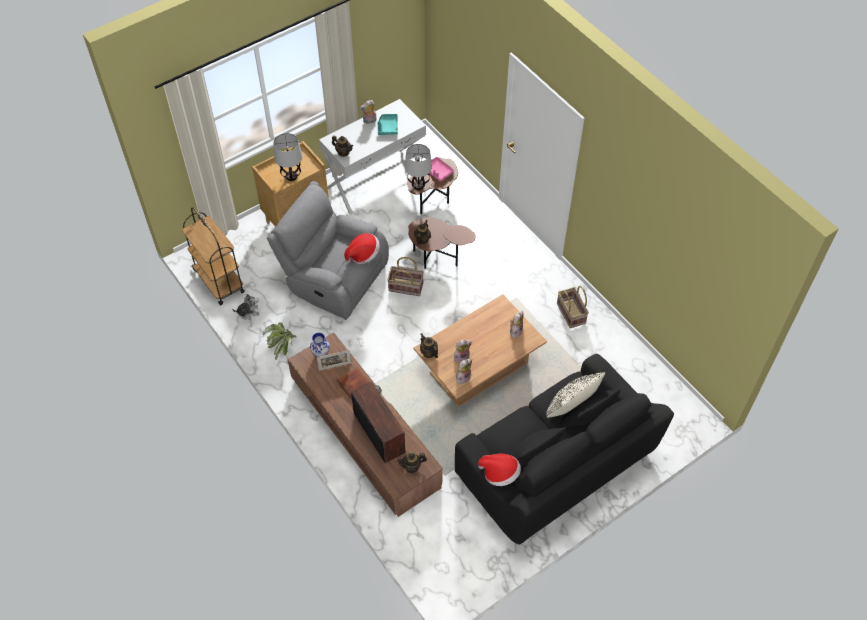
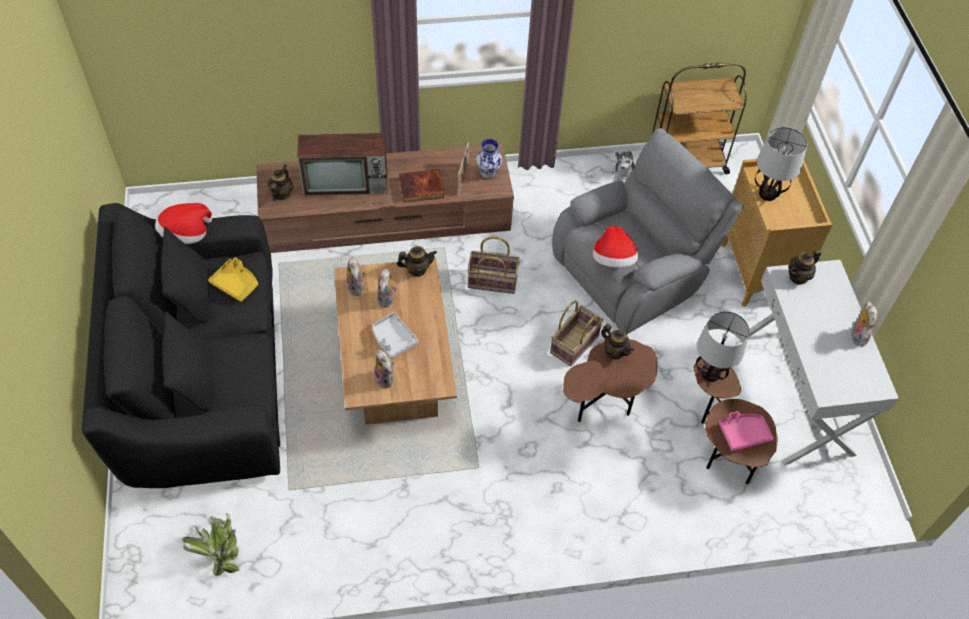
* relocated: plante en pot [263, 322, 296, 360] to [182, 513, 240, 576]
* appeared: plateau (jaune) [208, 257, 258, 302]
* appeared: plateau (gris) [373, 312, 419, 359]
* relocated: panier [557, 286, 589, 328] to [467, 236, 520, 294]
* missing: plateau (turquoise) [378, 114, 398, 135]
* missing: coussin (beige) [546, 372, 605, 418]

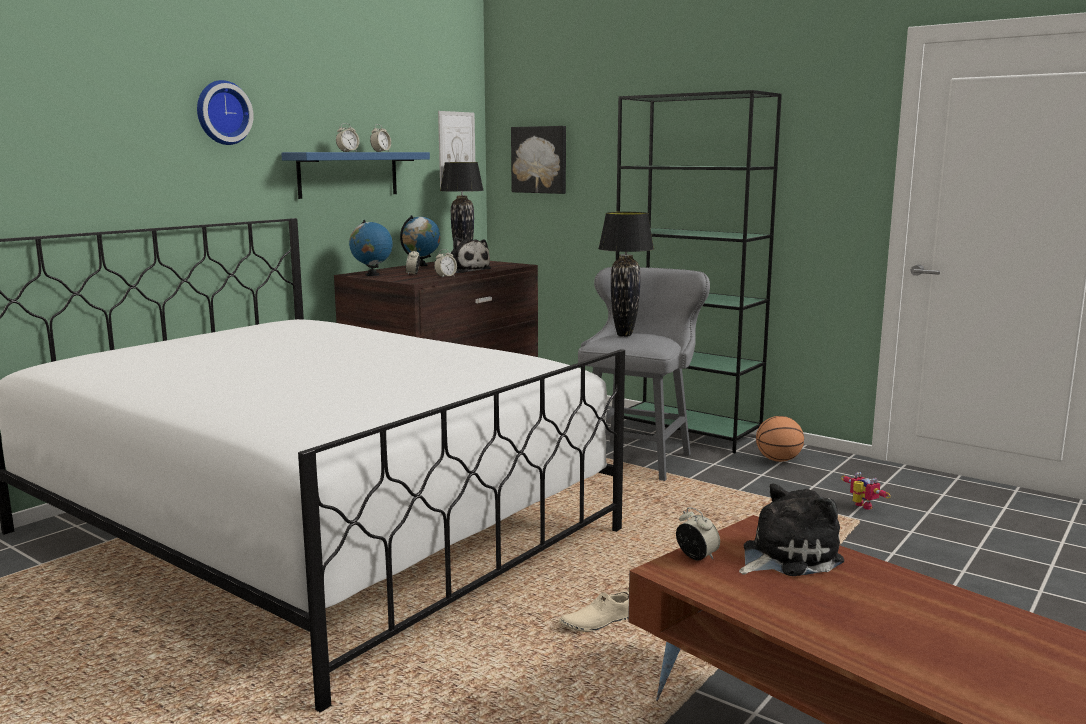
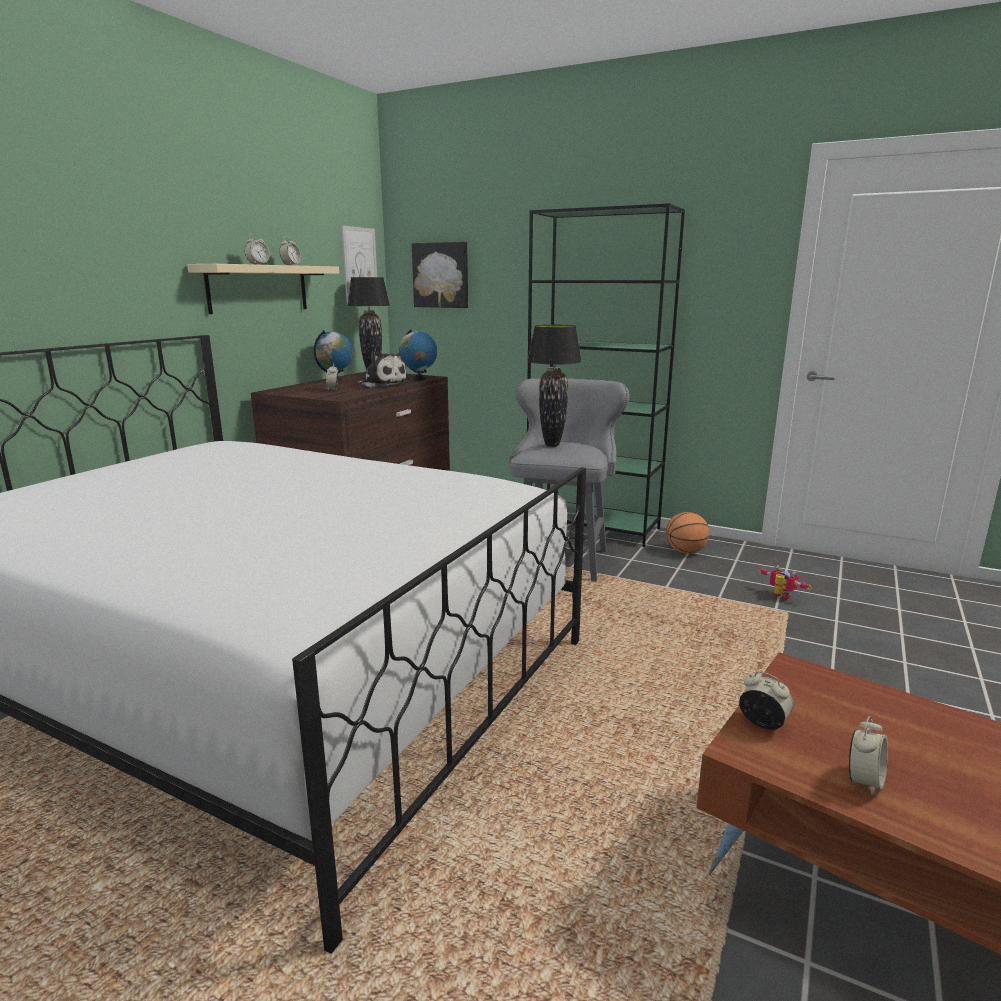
* colour: étagère (bleu) [281, 152, 430, 199] to étagère (beige) [187, 264, 339, 314]
* relocated: globe [349, 220, 393, 276] to [399, 329, 437, 380]
* relocated: réveil [434, 249, 457, 278] to [849, 716, 888, 796]
* missing: horloge murale [197, 80, 254, 145]
* missing: chaussure (beige) [559, 588, 629, 632]
* missing: peluche [739, 483, 844, 576]

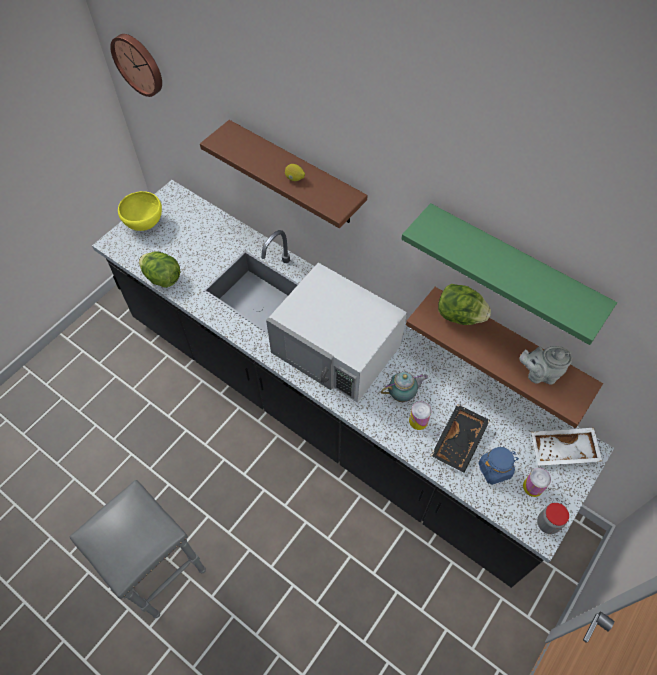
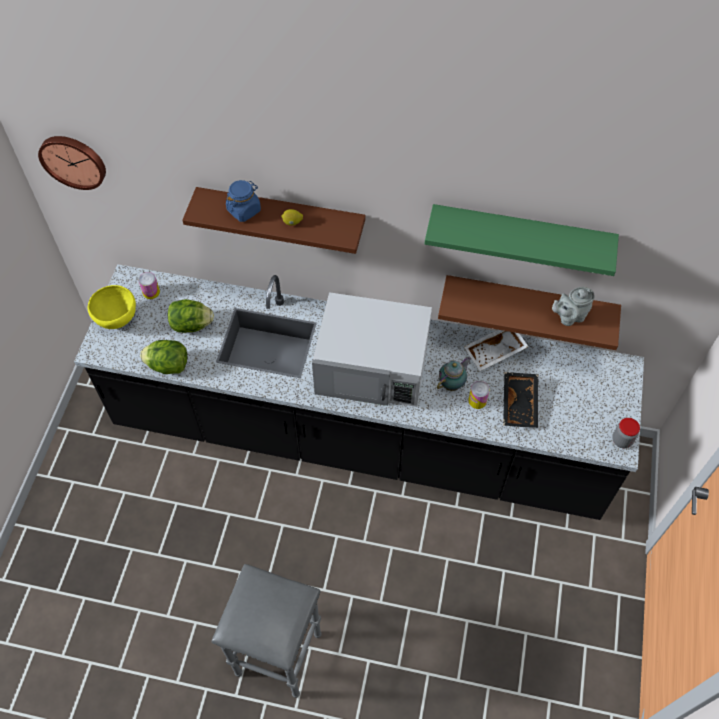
* relocated: boîte métallique [523, 468, 551, 497] to [138, 272, 160, 299]
* relocated: laitue [438, 284, 491, 325] to [168, 299, 214, 333]
* relocated: bocal (bleu) [478, 447, 519, 485] to [226, 180, 261, 222]
* relocated: plateau (blanc) [531, 428, 603, 466] to [464, 330, 529, 371]

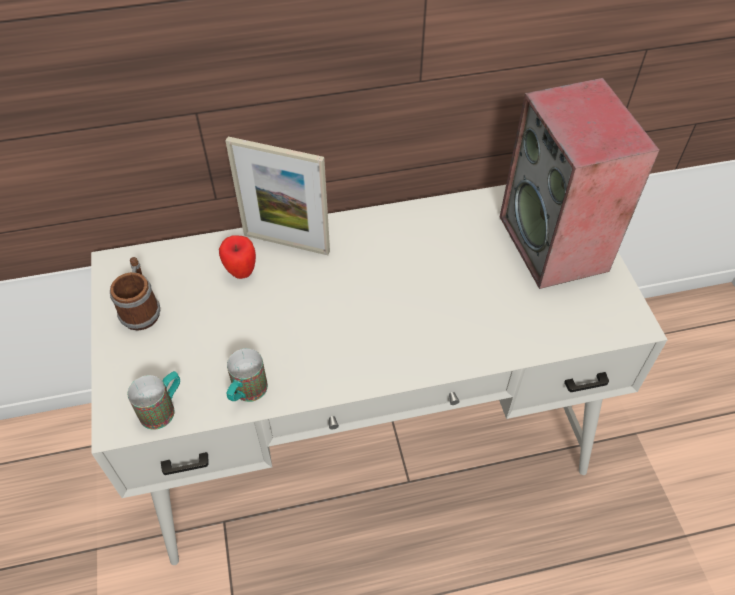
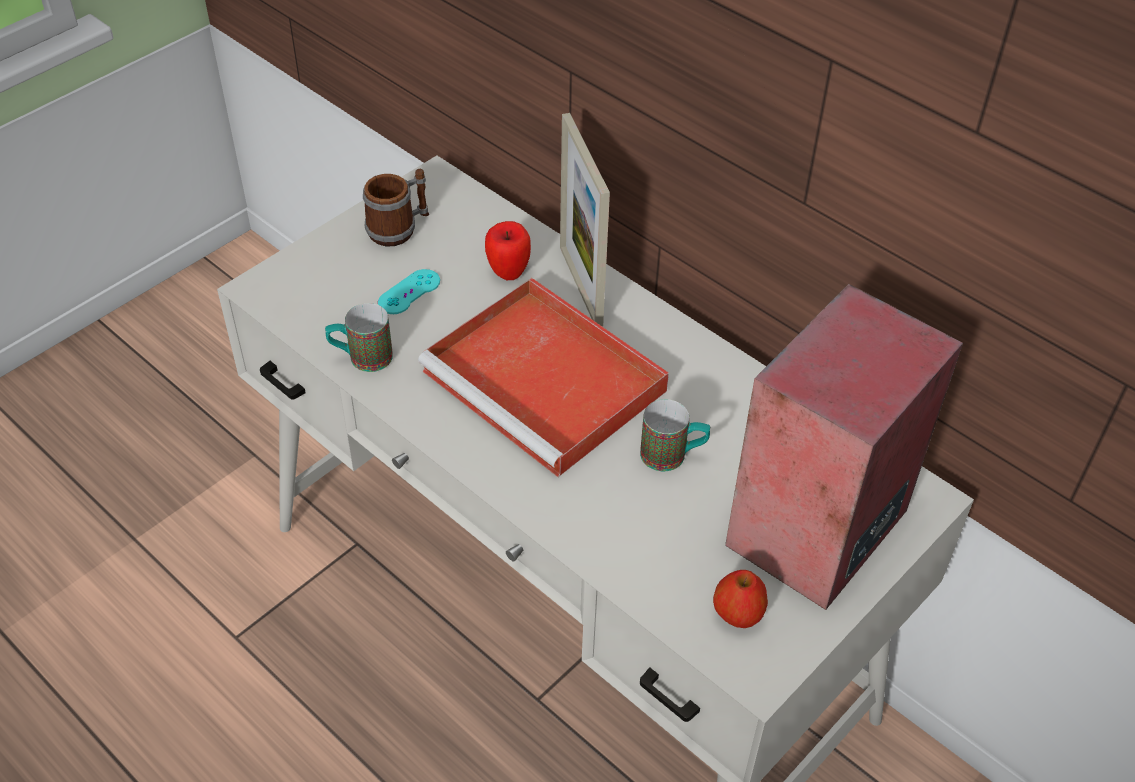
* appeared: manette (turquoise) [378, 269, 440, 314]
* appeared: plateau (rouge) [418, 278, 669, 477]
* relocated: mug [128, 371, 180, 430] to [640, 399, 710, 471]
* appeared: pomme [713, 570, 768, 628]

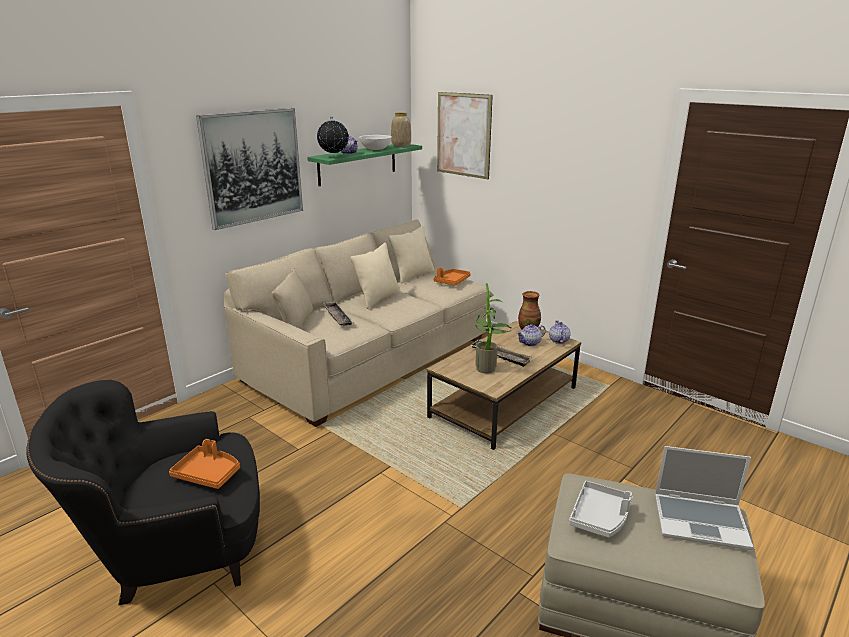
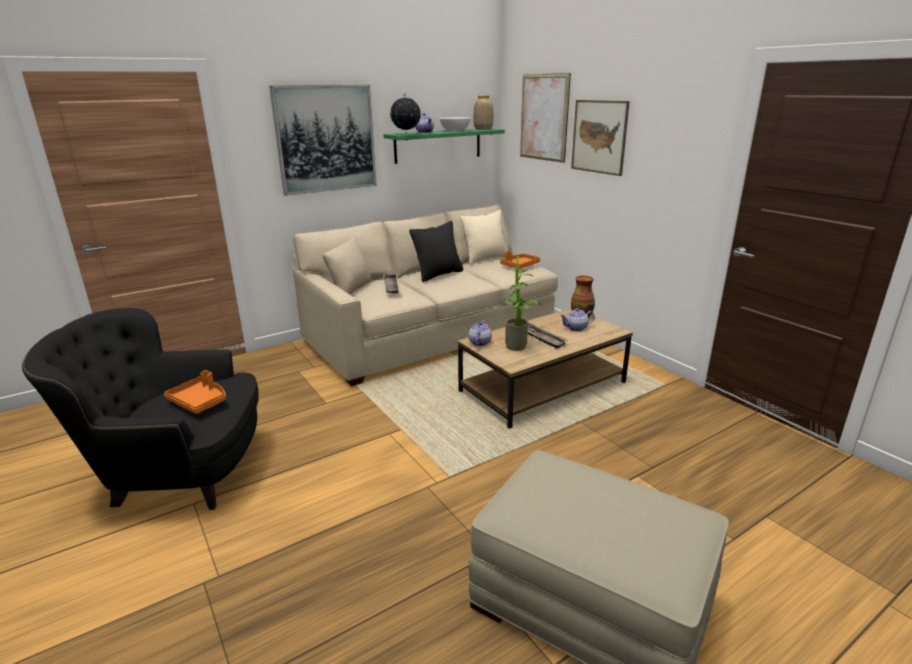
* colour: coussin (beige) [351, 243, 401, 309] to coussin (noir) [409, 221, 463, 282]
* relocated: théière [549, 320, 571, 344] to [469, 321, 492, 346]
* appeared: tableau [571, 100, 630, 176]
* missing: plateau (gris) [569, 481, 633, 538]
* missing: ordinateur portable [655, 446, 753, 550]

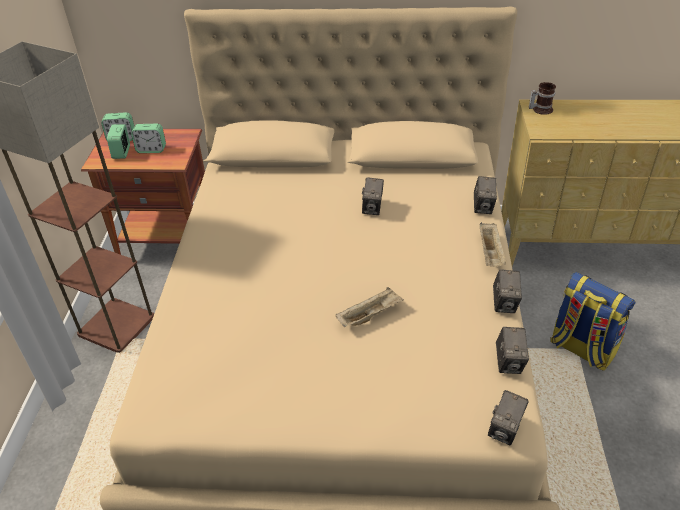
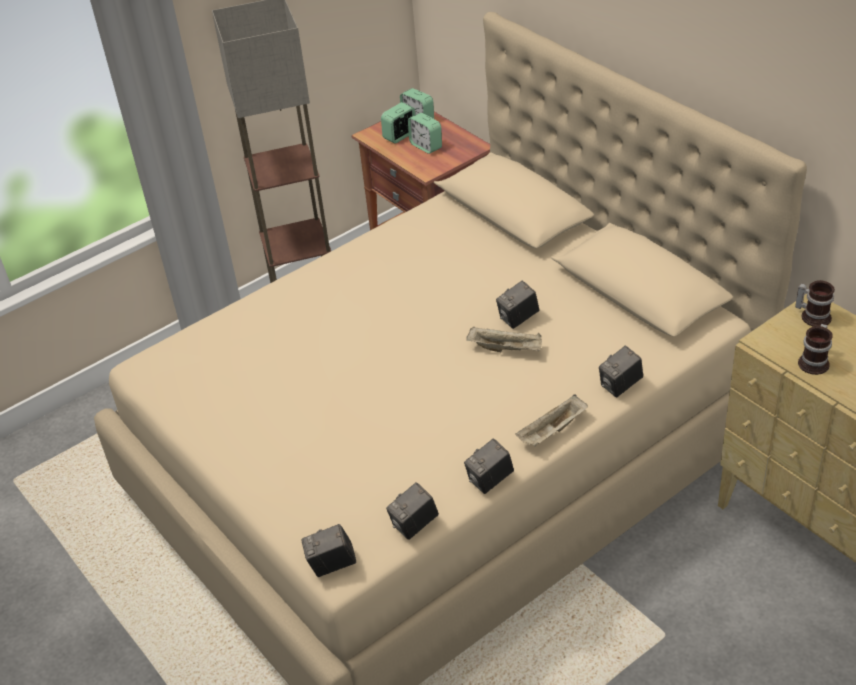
* relocated: plateau (beige) [336, 287, 404, 327] to [466, 326, 542, 352]
* appeared: mug [798, 324, 833, 375]
* missing: sac à dos [550, 272, 636, 371]

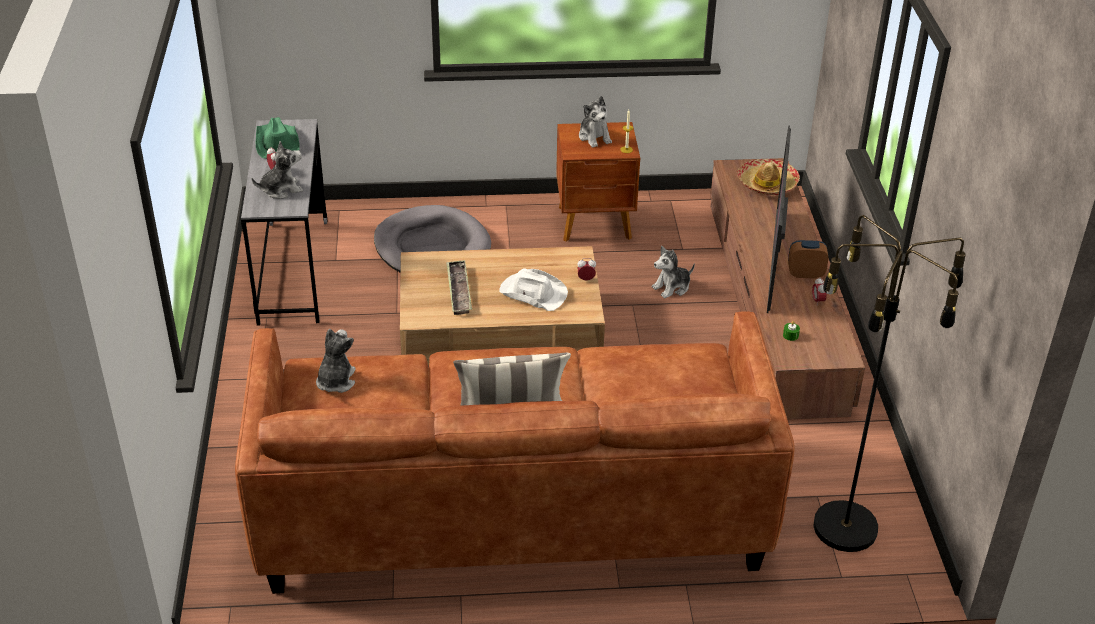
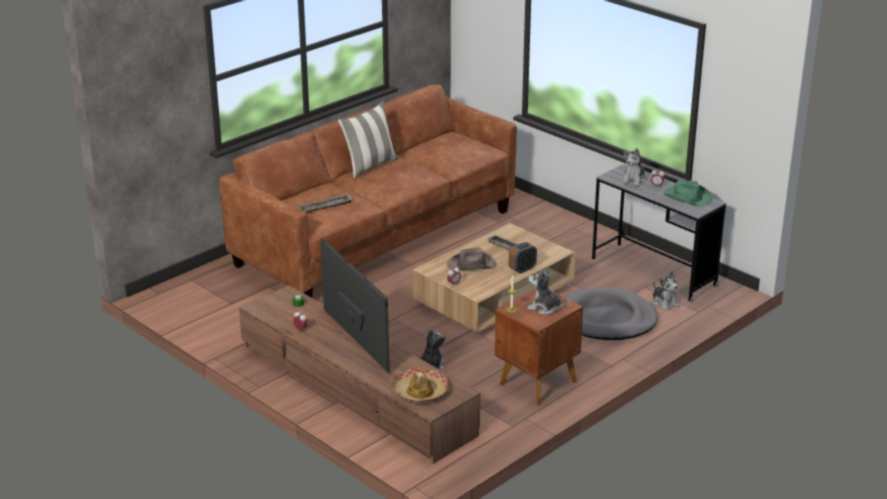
* appeared: plateau [297, 193, 352, 213]
* colour: chapeau (blanc) [499, 268, 568, 311] to chapeau (marron) [447, 247, 496, 271]
* relocated: réveil [788, 240, 828, 279] to [509, 242, 537, 274]
* relocated: peluche [316, 329, 355, 393] to [652, 271, 680, 311]
* missing: lampadaire [813, 215, 966, 552]

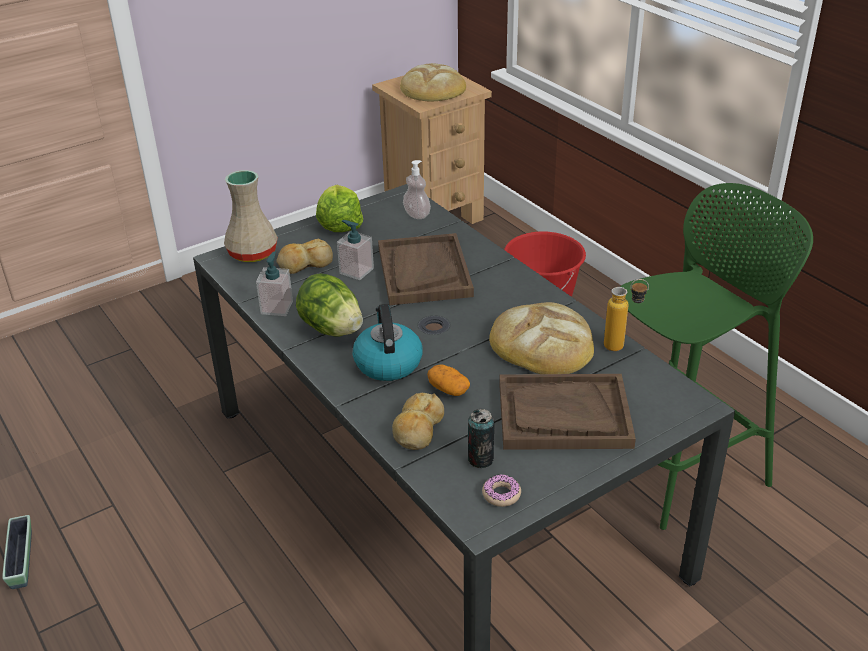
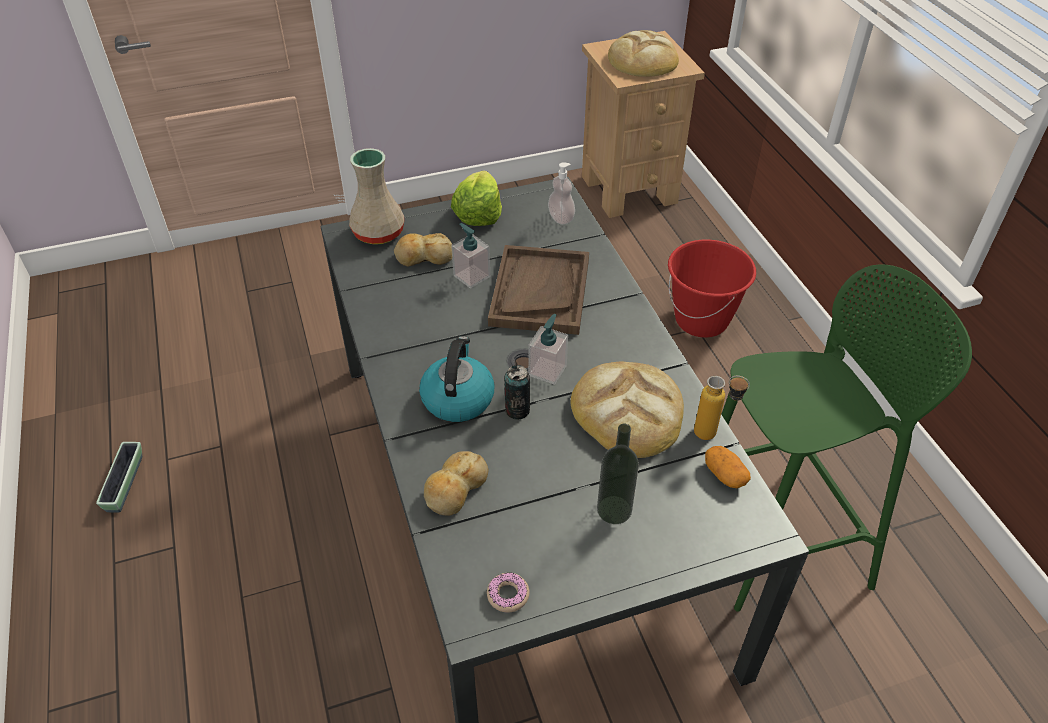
* relocated: boîte métallique [468, 408, 494, 468] to [505, 365, 530, 420]
* relocated: distributeur de savon [256, 252, 293, 316] to [528, 314, 568, 385]
* exchanged: plateau (marron) [499, 374, 636, 450] to bouteille [597, 424, 639, 524]
* relocated: pomme de terre [427, 364, 470, 396] to [705, 446, 751, 488]
* missing: laitue [296, 274, 363, 336]

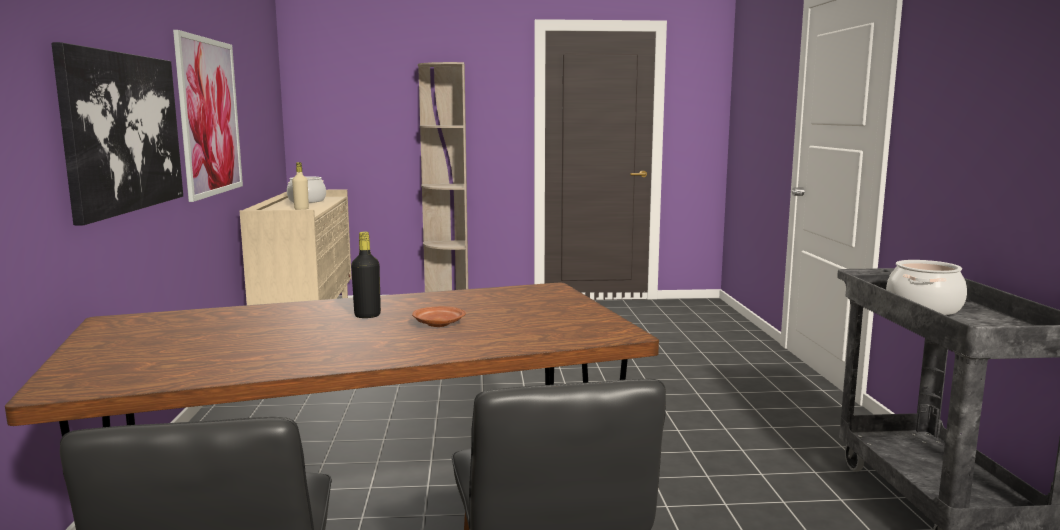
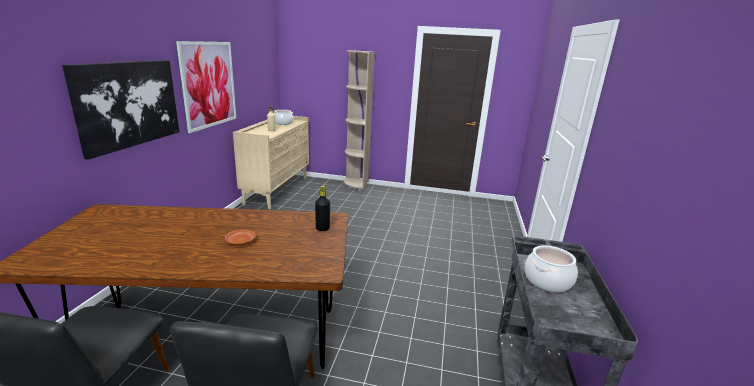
* relocated: bouteille (noir) [351, 232, 381, 318] to [315, 186, 330, 231]

